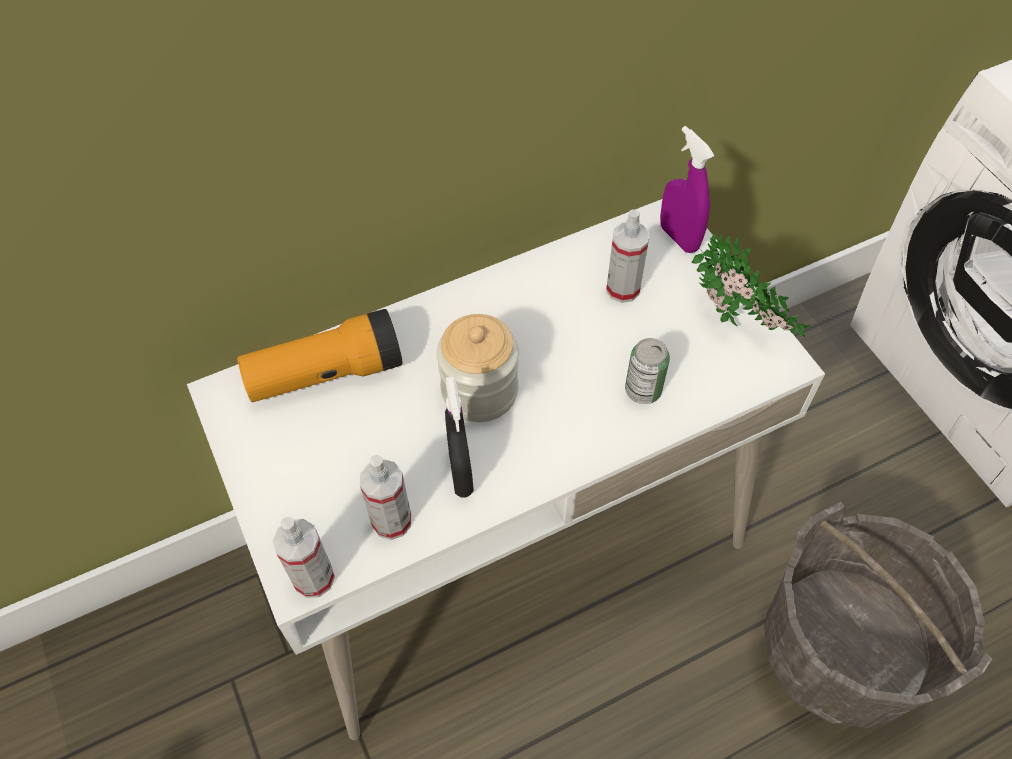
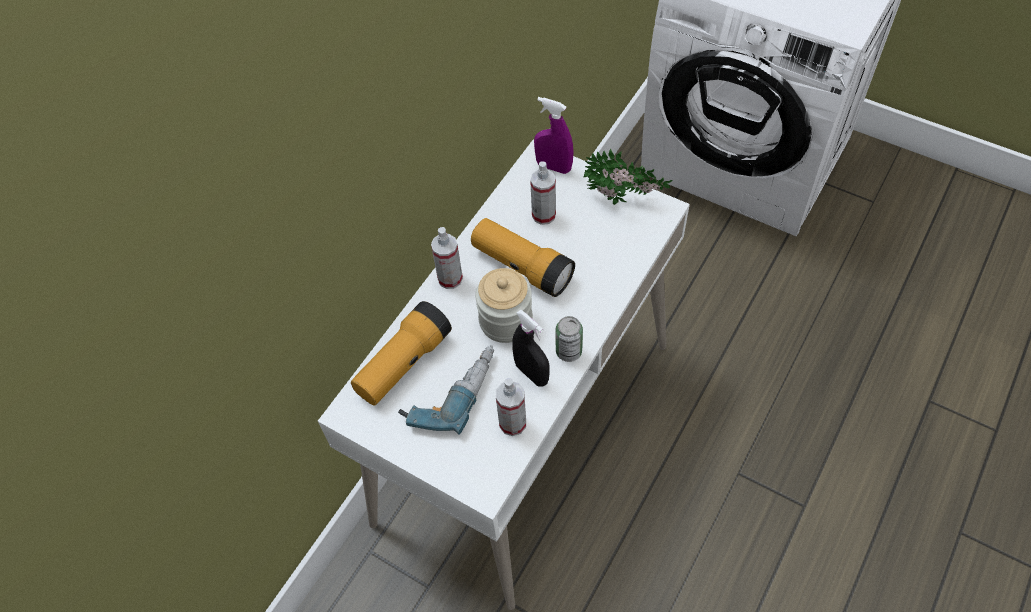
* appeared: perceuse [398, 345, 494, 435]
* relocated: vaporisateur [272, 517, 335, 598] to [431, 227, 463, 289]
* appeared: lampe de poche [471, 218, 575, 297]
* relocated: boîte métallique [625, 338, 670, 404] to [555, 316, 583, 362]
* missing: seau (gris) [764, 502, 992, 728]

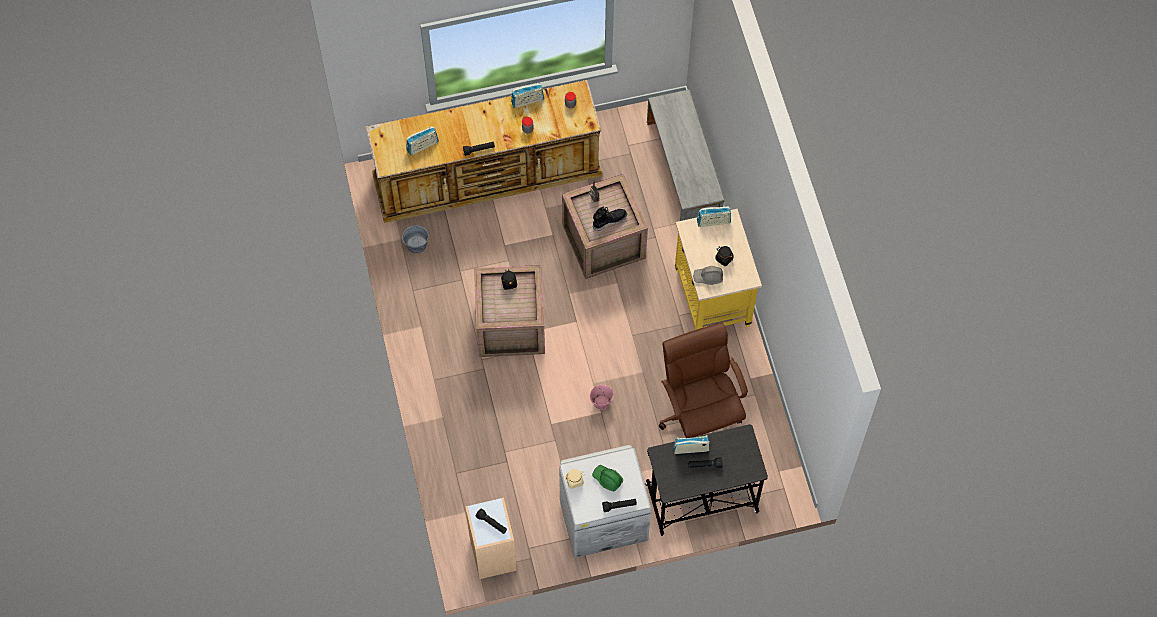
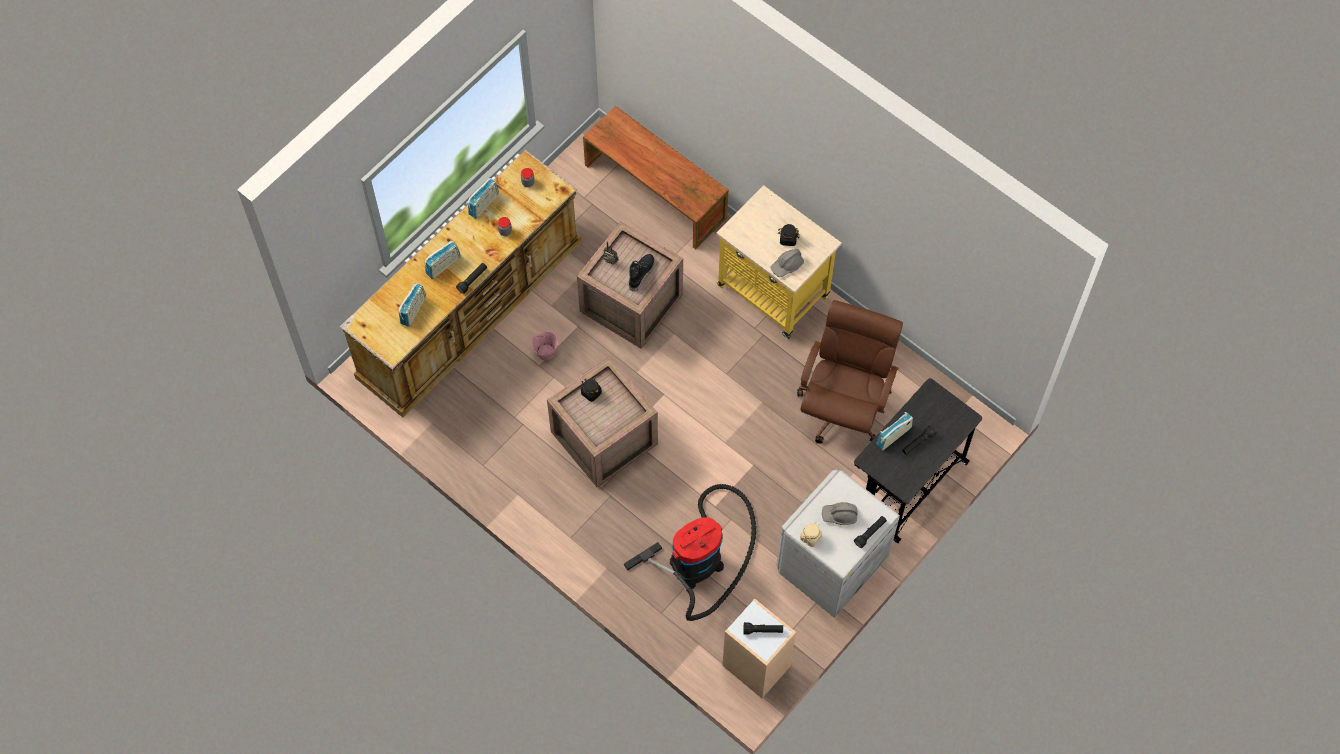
* relocated: radio [697, 206, 731, 227] to [425, 240, 461, 279]
* relocated: seau (rose) [590, 385, 614, 410] to [532, 331, 558, 360]
* colour: banc (gris) [647, 89, 724, 221] to banc (marron) [583, 106, 729, 249]
* appeared: aspirateur [624, 484, 756, 621]
* spun: chaise de bureau (marron) [659, 323, 748, 438] = [797, 300, 903, 444] 75 degrees clockwise
* colour: casque de chantier (vert) [592, 465, 623, 491] to casque de chantier (gris) [822, 502, 858, 525]
* missing: seau (gris) [402, 225, 429, 253]

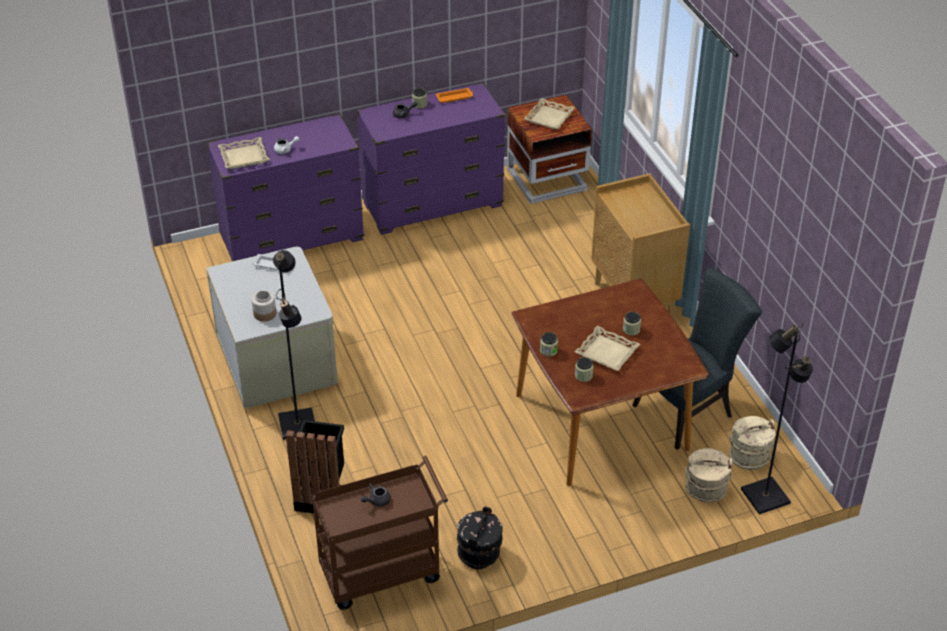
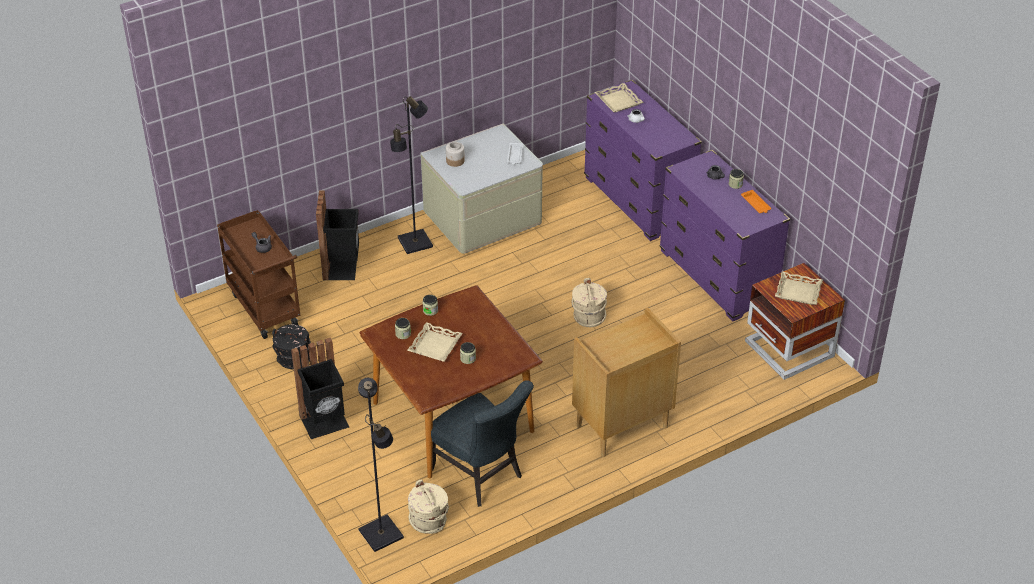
* appeared: poubelle (noir) [291, 338, 349, 439]
* relocated: seau (beige) [685, 448, 732, 503] to [571, 278, 607, 327]

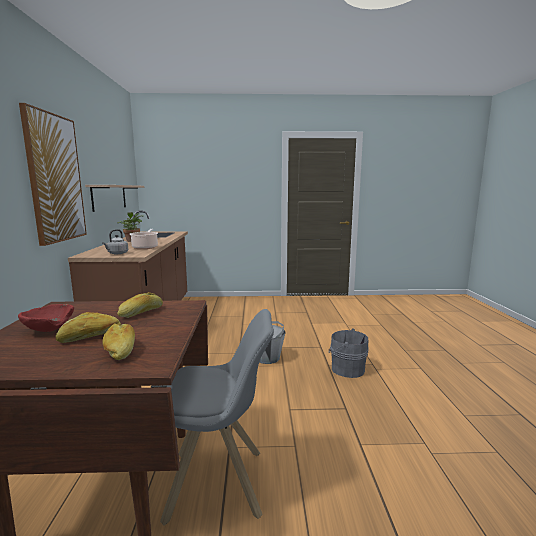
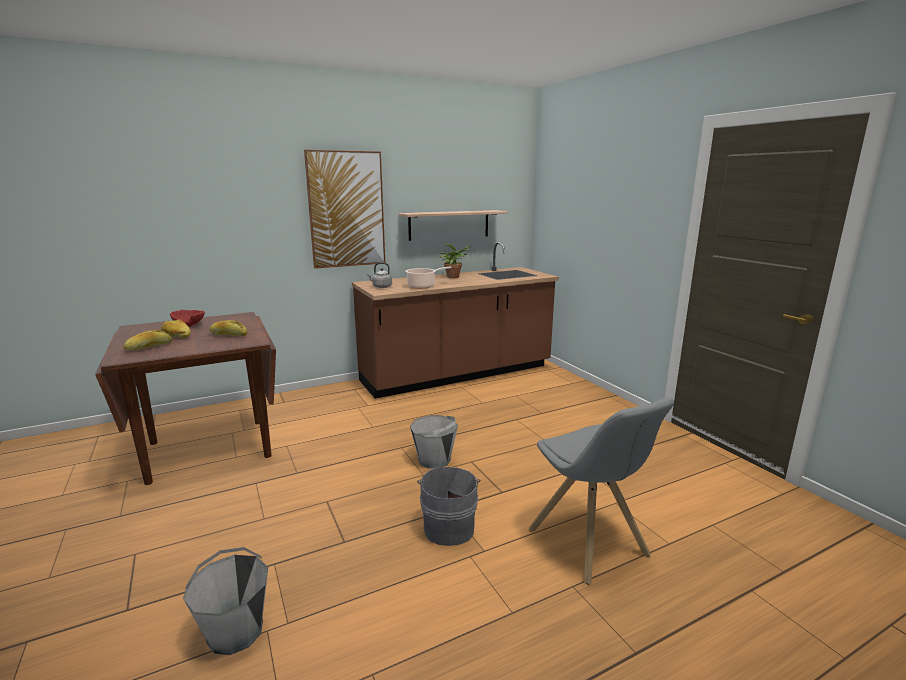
* appeared: seau (gris) [183, 547, 268, 655]
* relocated: chaise (gris) [160, 309, 274, 525] to [528, 397, 674, 584]

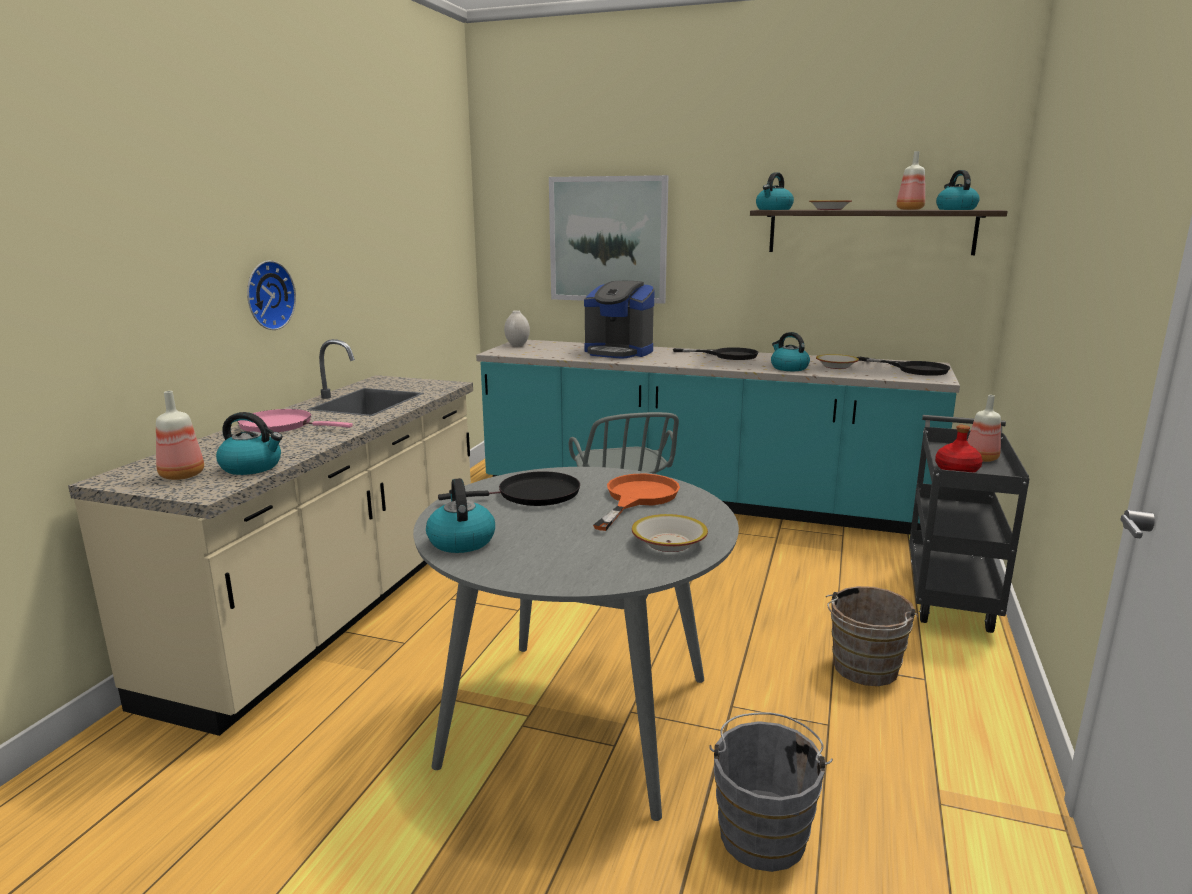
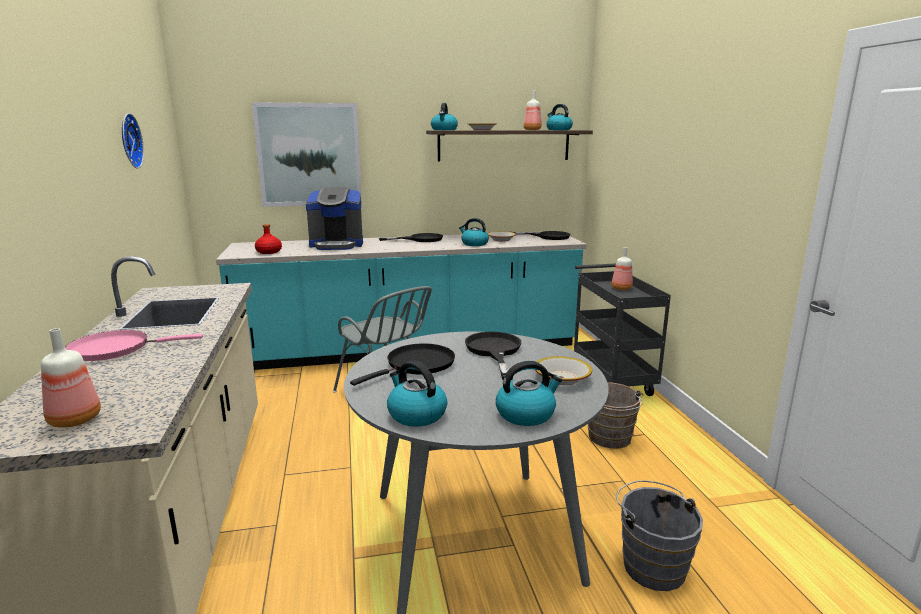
* relocated: horloge murale [247, 261, 296, 330] to [122, 113, 144, 169]
* relocated: bouteille (rouge) [935, 425, 983, 473] to [255, 224, 282, 254]
* colour: poêle (orange) [593, 474, 680, 531] to poêle (noir) [465, 332, 522, 380]
* relocated: bouilloire [216, 412, 283, 475] to [496, 361, 562, 426]
* missing: vase (blanc) [504, 310, 530, 346]

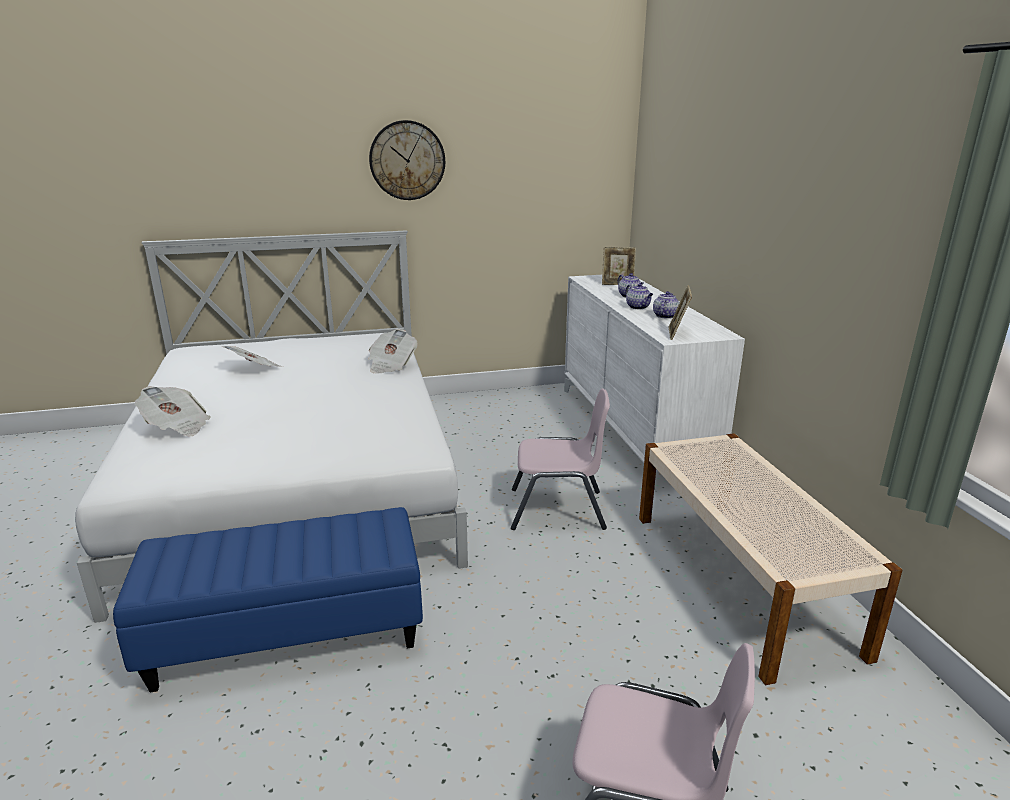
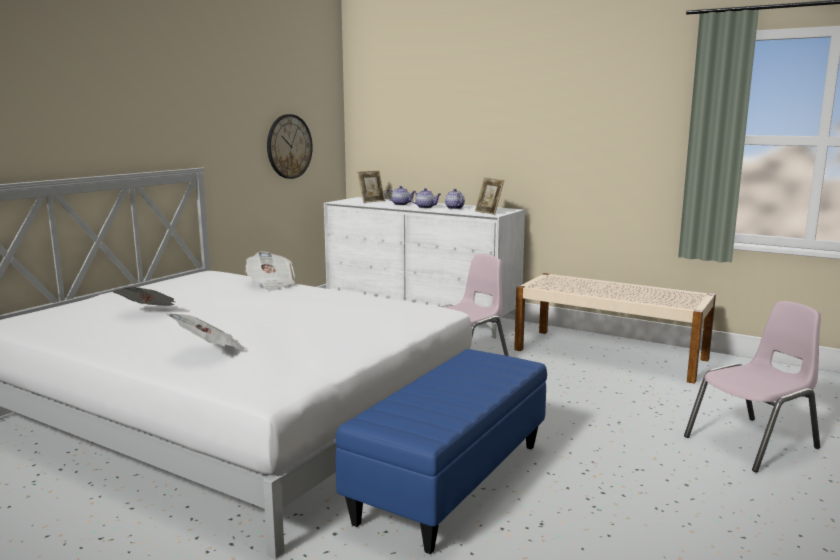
* relocated: horloge murale [369, 120, 445, 200] to [267, 114, 313, 179]

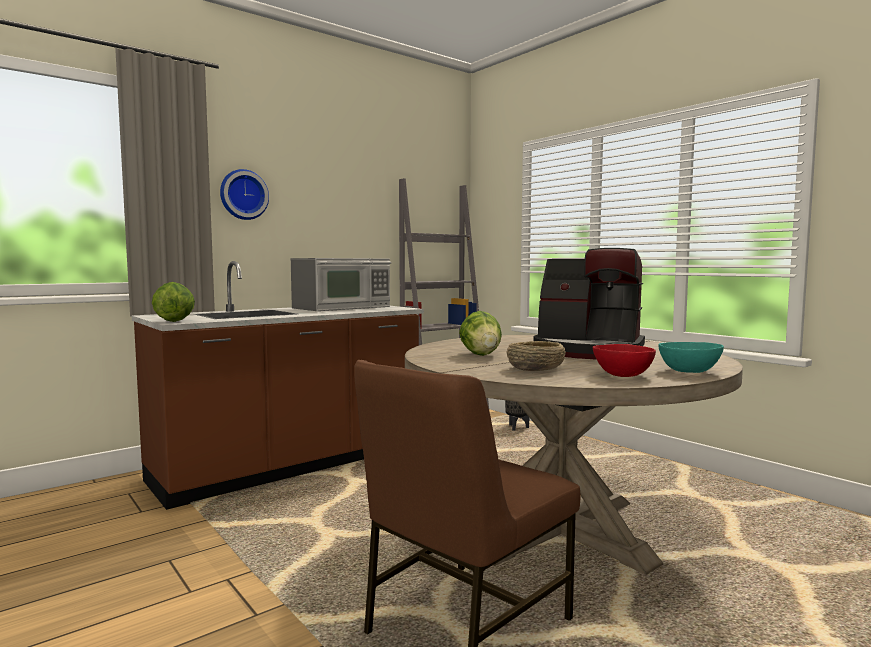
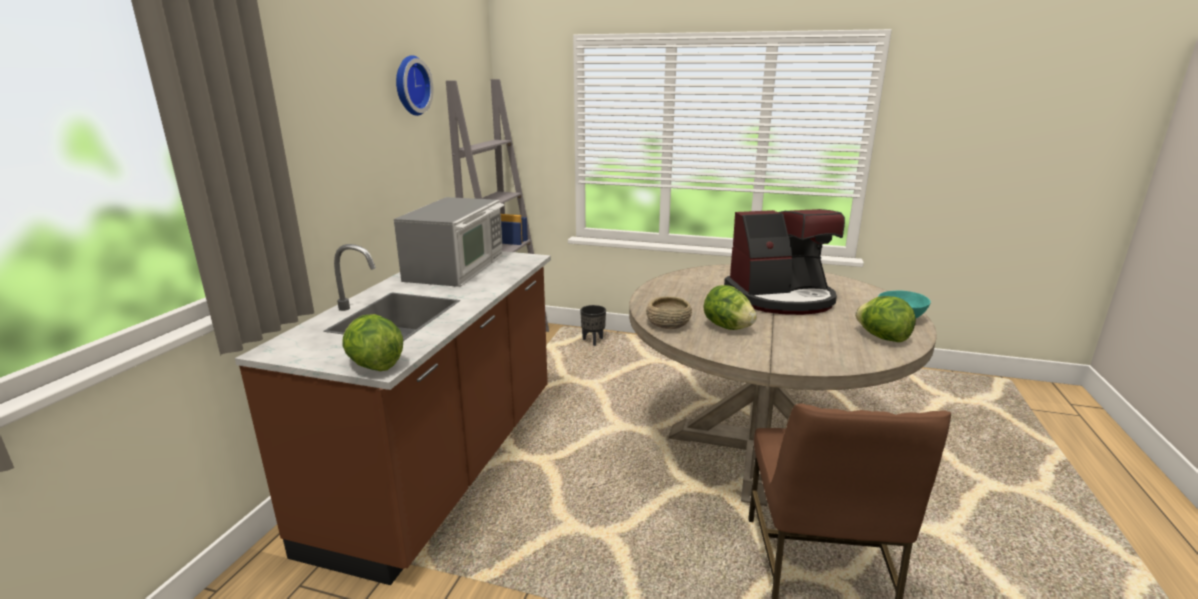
* relocated: horloge murale [220, 169, 269, 220] to [396, 55, 433, 116]
* relocated: bol (beige) [506, 341, 566, 371] to [646, 296, 692, 329]
* exchanged: bol (rouge) [593, 344, 656, 377] to laitue [855, 296, 916, 342]

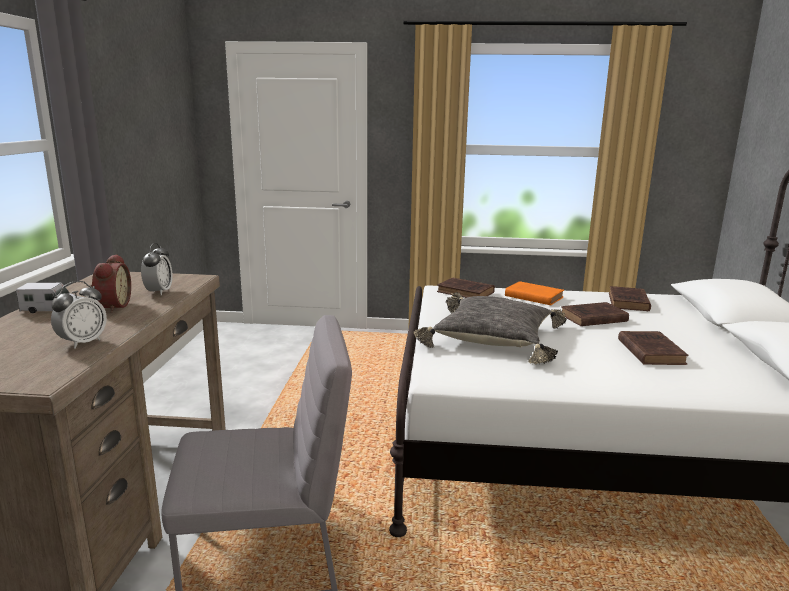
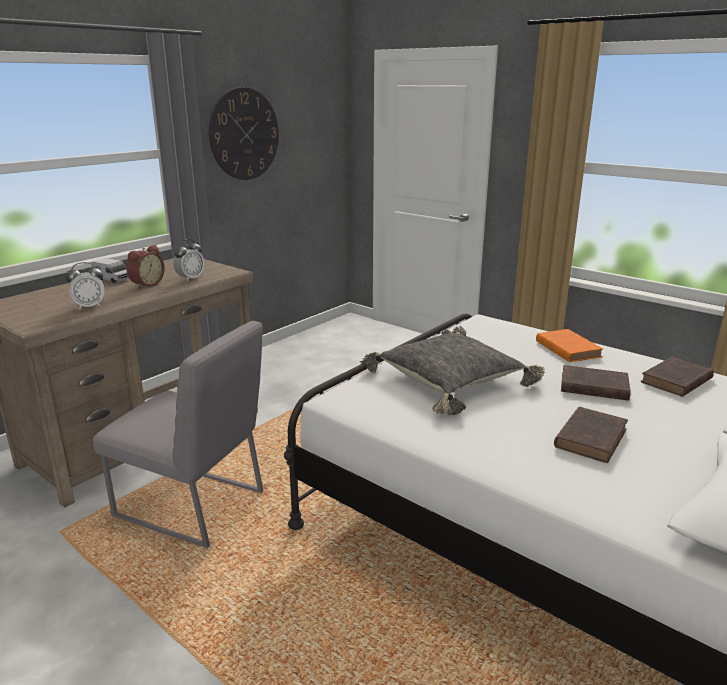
* appeared: horloge murale [209, 87, 279, 180]
* missing: livre (marron) [437, 277, 495, 298]

